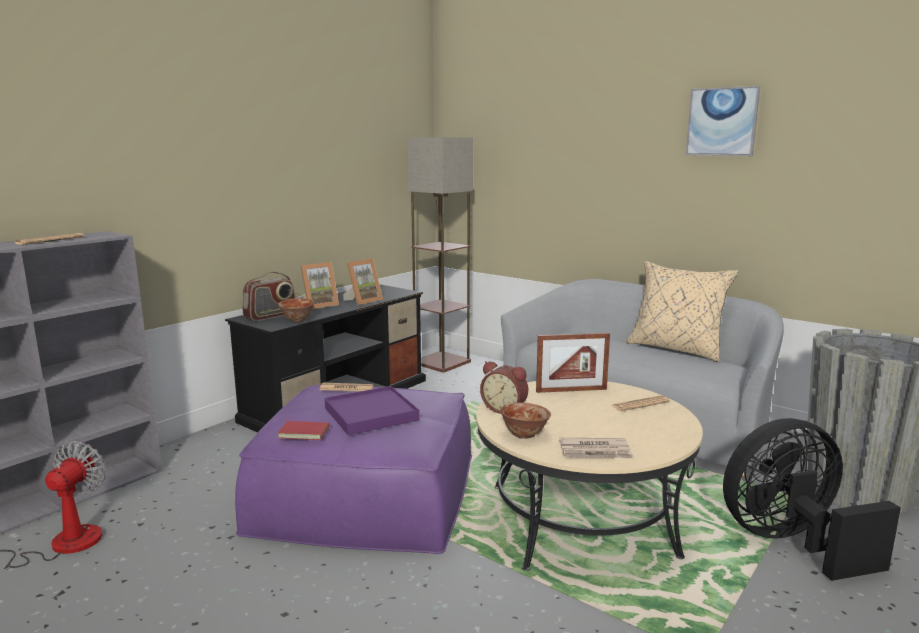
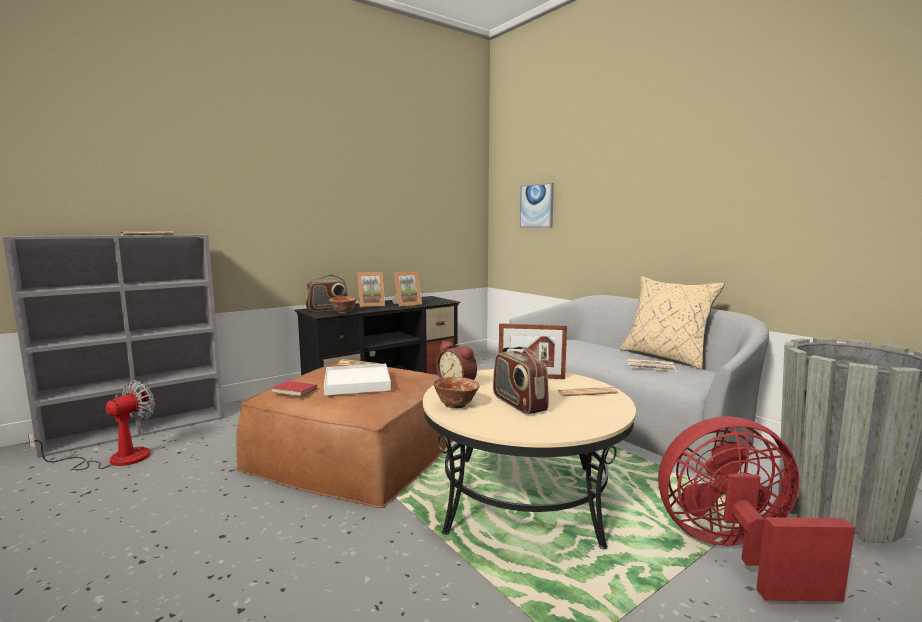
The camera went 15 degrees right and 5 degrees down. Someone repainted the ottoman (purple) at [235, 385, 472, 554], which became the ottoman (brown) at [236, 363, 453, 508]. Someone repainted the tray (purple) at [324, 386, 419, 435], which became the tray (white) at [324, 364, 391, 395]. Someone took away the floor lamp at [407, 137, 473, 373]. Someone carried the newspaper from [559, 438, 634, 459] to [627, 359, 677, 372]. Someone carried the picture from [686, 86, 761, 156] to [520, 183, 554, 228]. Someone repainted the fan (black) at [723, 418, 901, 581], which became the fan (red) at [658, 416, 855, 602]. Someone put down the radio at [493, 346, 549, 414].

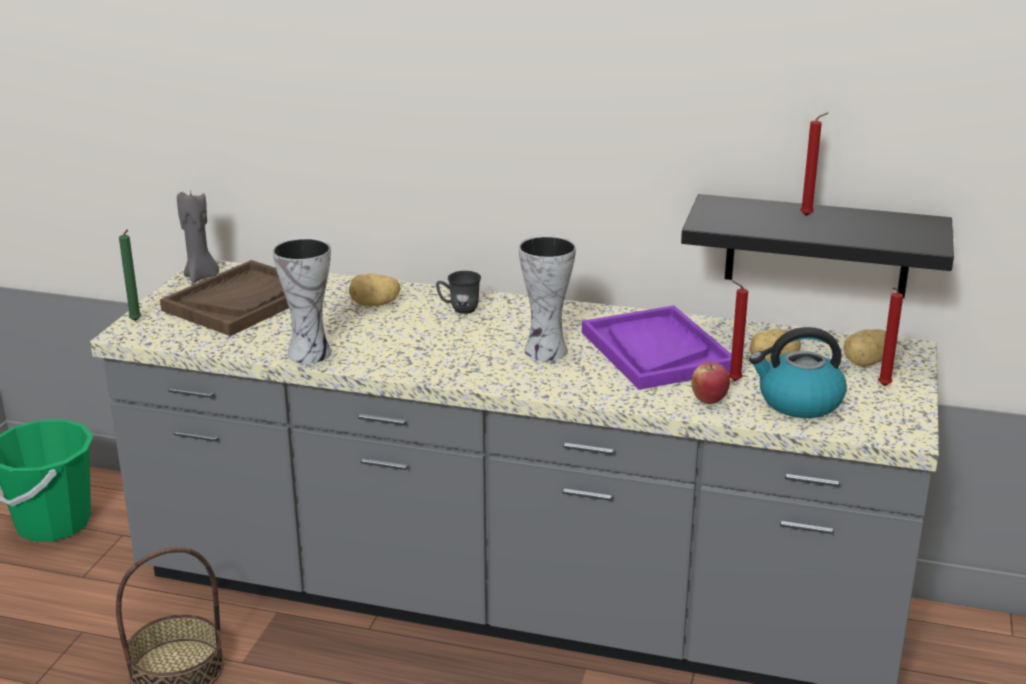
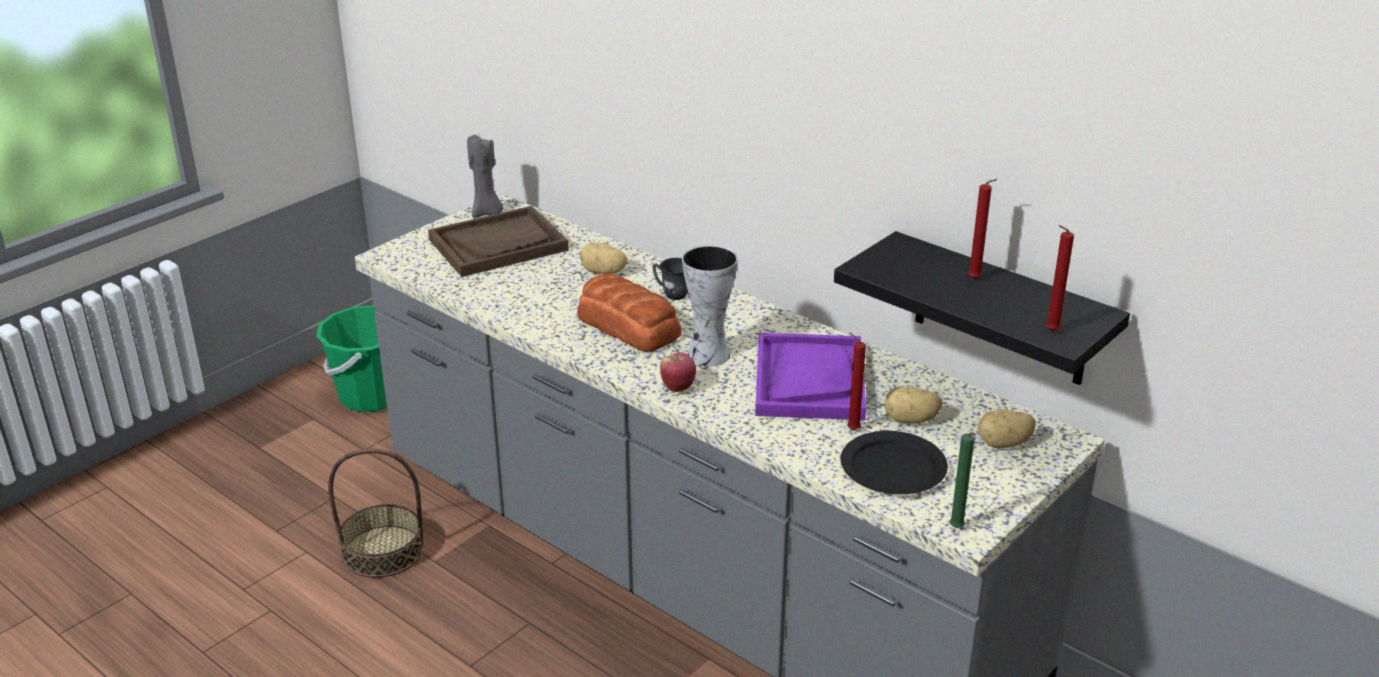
The camera went 25 degrees right and 5 degrees up. Someone carried the candle (green) from [119, 230, 142, 321] to [949, 432, 975, 528]. Someone took away the vase at [272, 238, 332, 364]. Someone carried the apple from [692, 362, 730, 404] to [660, 352, 696, 392]. Someone swapped the kettle at [749, 327, 847, 418] for the plate (black) at [841, 431, 948, 494]. Someone carried the candle (red) from [878, 288, 903, 386] to [1046, 225, 1074, 331]. Someone put down the bread at [577, 274, 681, 352].

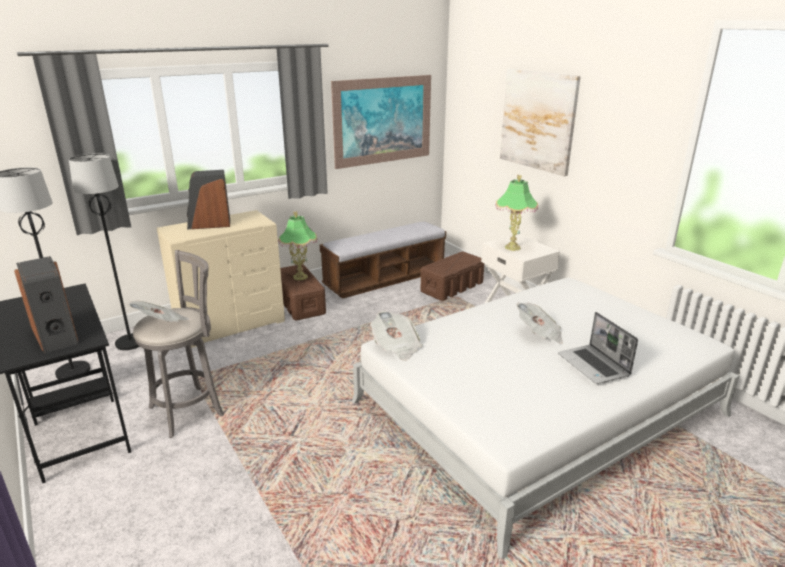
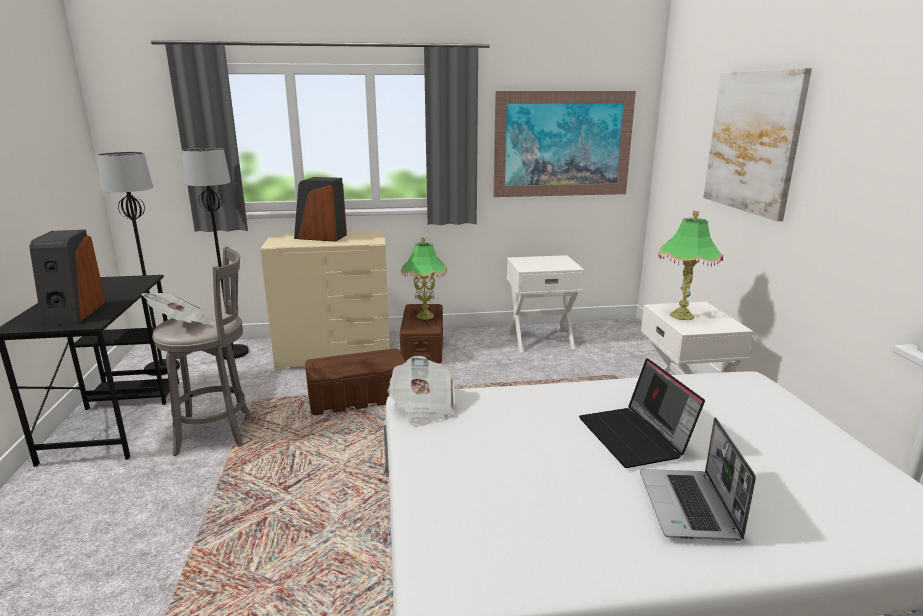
The camera went 25 degrees right and 5 degrees down. Someone swapped the bench at [320, 222, 446, 299] for the nightstand (white) at [507, 255, 584, 352]. Someone carried the storage box (brown) from [421, 252, 484, 301] to [305, 348, 406, 415]. Someone swapped the newspaper at [517, 303, 563, 344] for the laptop at [579, 358, 705, 468].

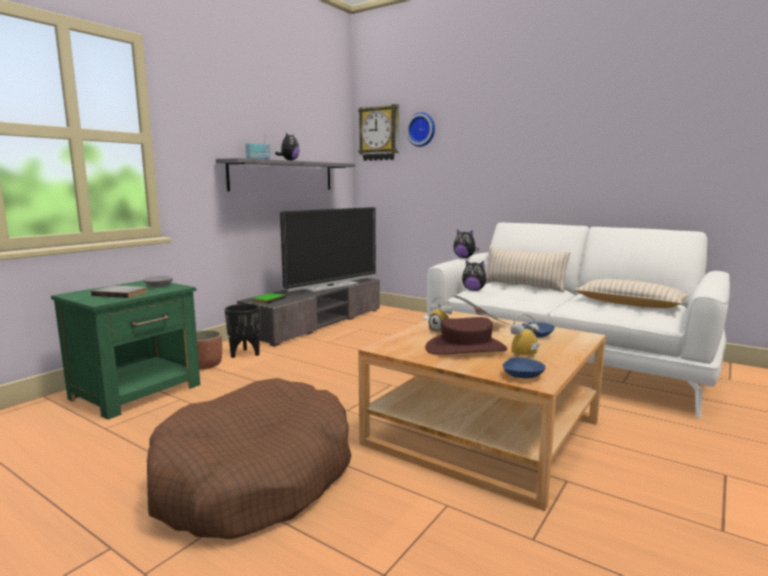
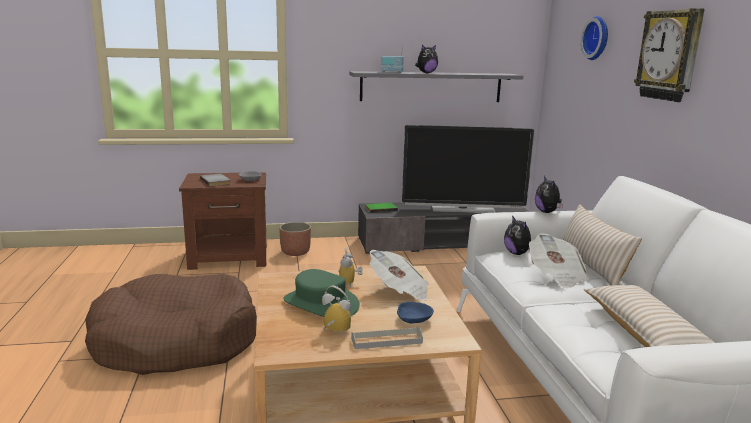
The camera went 45 degrees right and 5 degrees up. Someone repainted the nightstand (green) at [51, 281, 200, 420], which became the nightstand (brown) at [179, 172, 267, 270]. Someone took away the planter (black) at [225, 304, 260, 358]. Someone carried the wall clock from [358, 104, 399, 161] to [634, 8, 705, 102]. Someone repainted the hat (brown) at [425, 317, 507, 355], which became the hat (green) at [283, 269, 360, 317]. Someone took away the bowl (blue) at [503, 357, 546, 378]. Someone put down the tray (grey) at [351, 327, 423, 349]. Someone put down the newspaper at [529, 233, 589, 288].

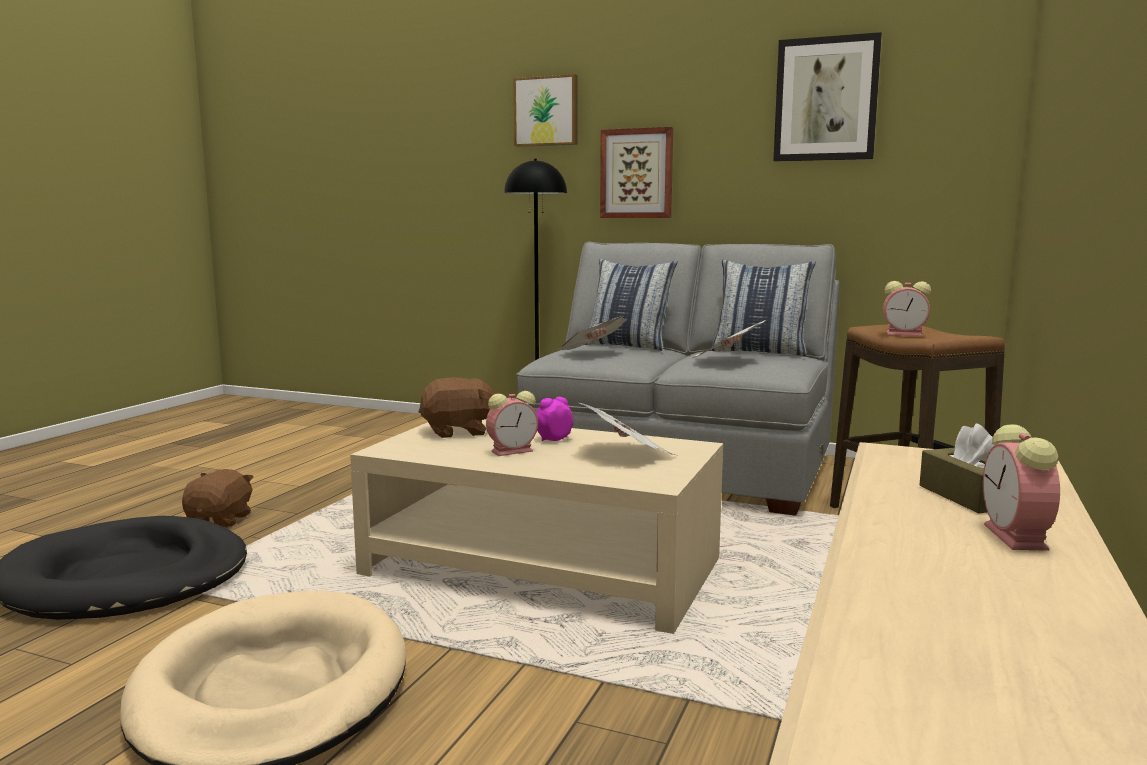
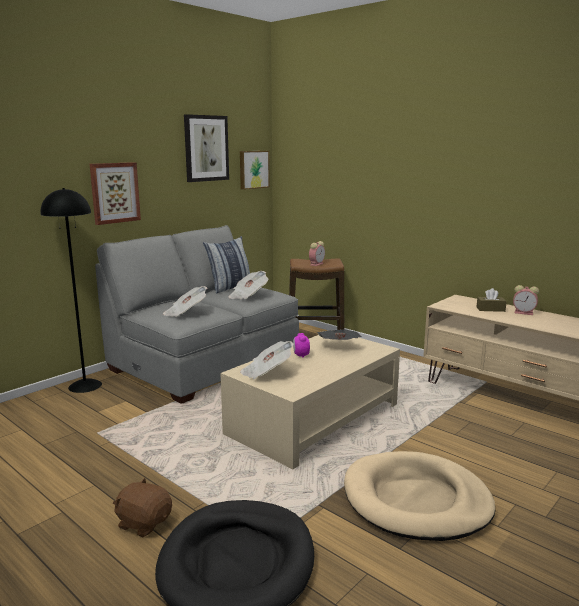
The camera went 70 degrees left and 5 degrees up. Someone swapped the plush toy (brown) at [418, 377, 495, 438] for the newspaper at [240, 341, 294, 379]. Someone took away the alarm clock at [486, 391, 538, 456]. Someone carried the picture from [513, 74, 577, 147] to [240, 151, 270, 190]. Someone took away the pillow at [586, 259, 678, 351].

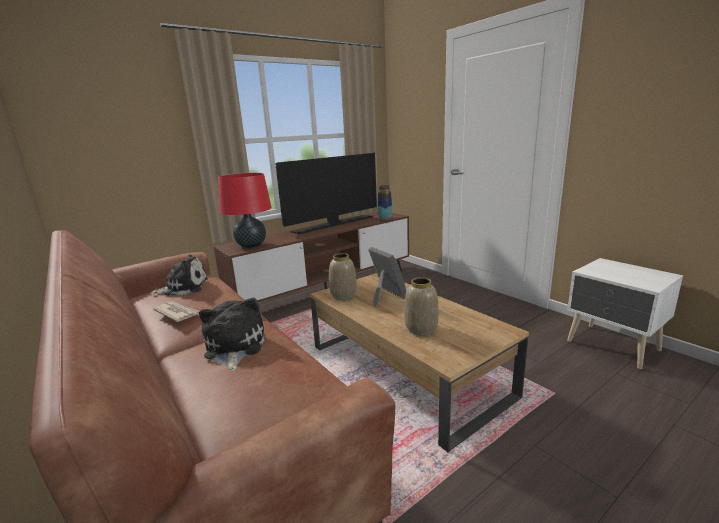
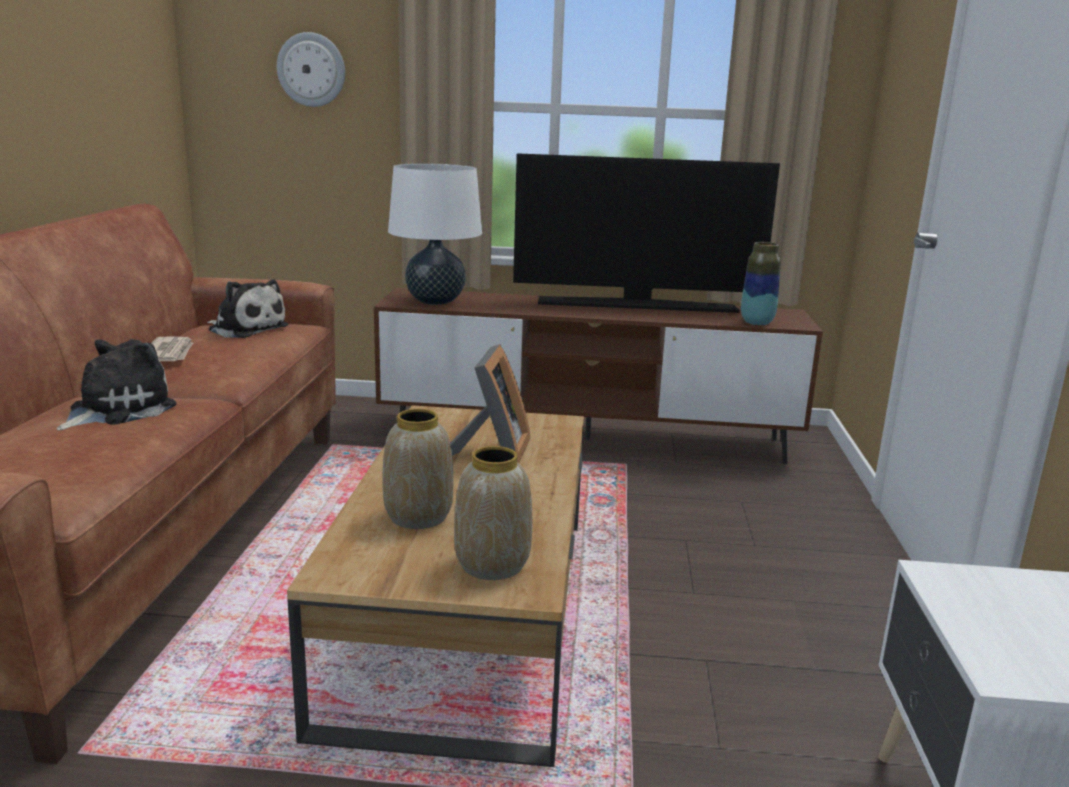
The camera went 40 degrees right and 0 degrees up. Someone repainted the table lamp (red) at [218, 173, 272, 248], which became the table lamp (white) at [388, 163, 482, 305]. Someone carried the vase from [329, 253, 357, 300] to [454, 446, 532, 580]. Someone put up the wall clock at [277, 32, 345, 107].

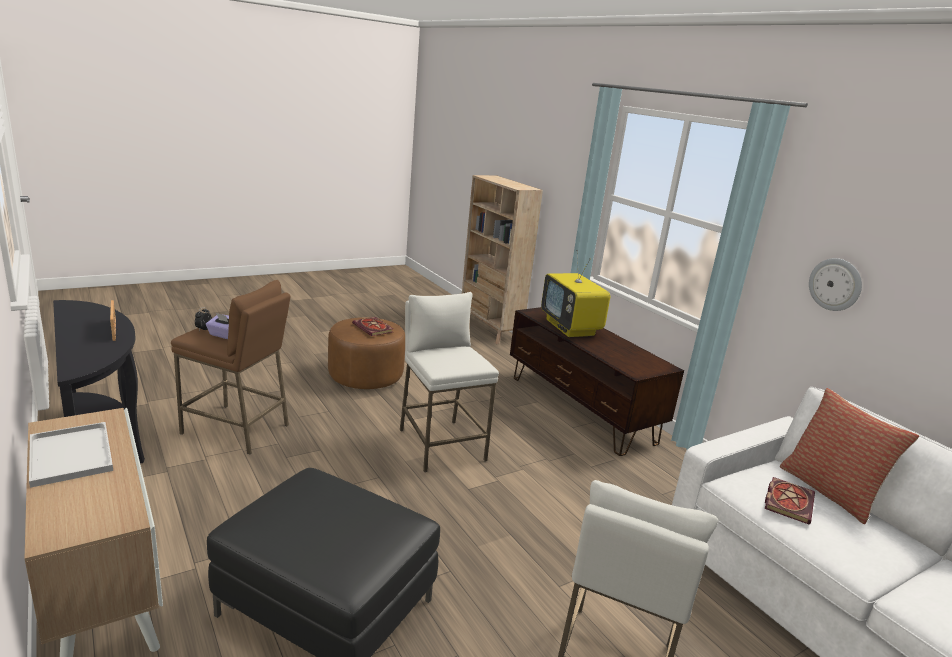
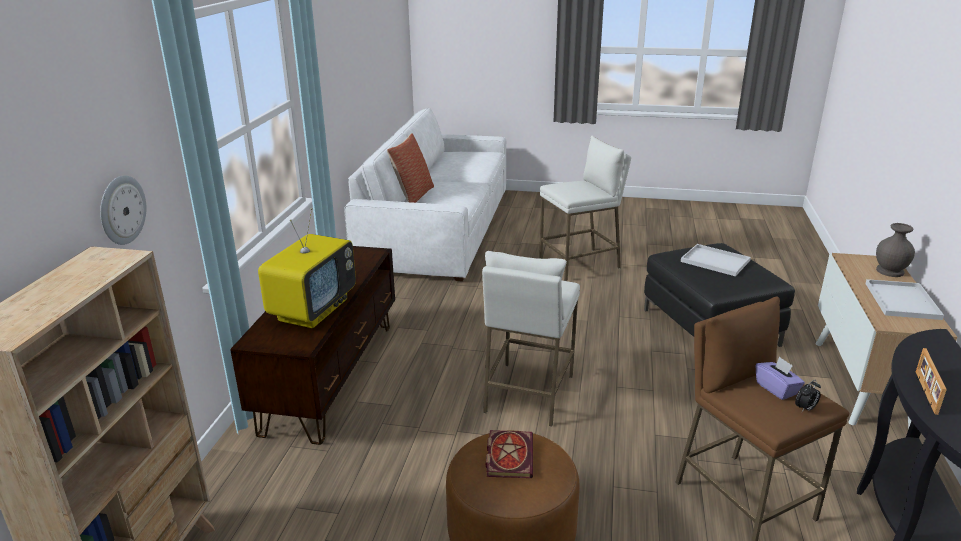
The camera went 135 degrees left and 5 degrees up. Someone took away the book at [765, 477, 815, 524]. Someone carried the wall clock from [809, 258, 862, 311] to [100, 175, 146, 245]. Someone put down the tray (white) at [681, 244, 751, 276]. Someone put down the vase (grey) at [876, 223, 915, 277].

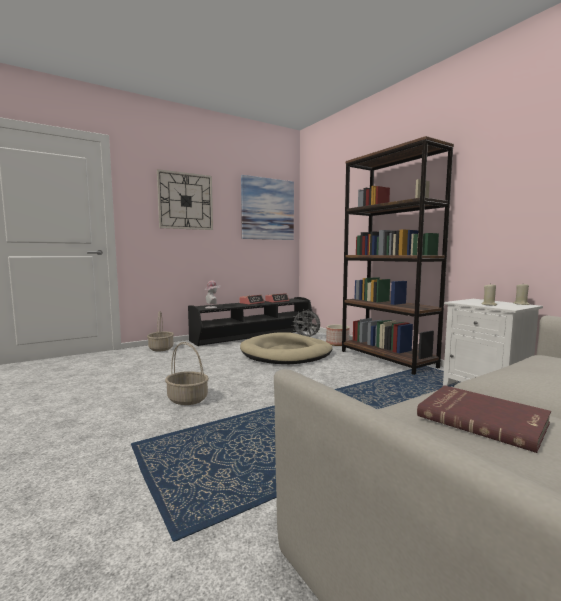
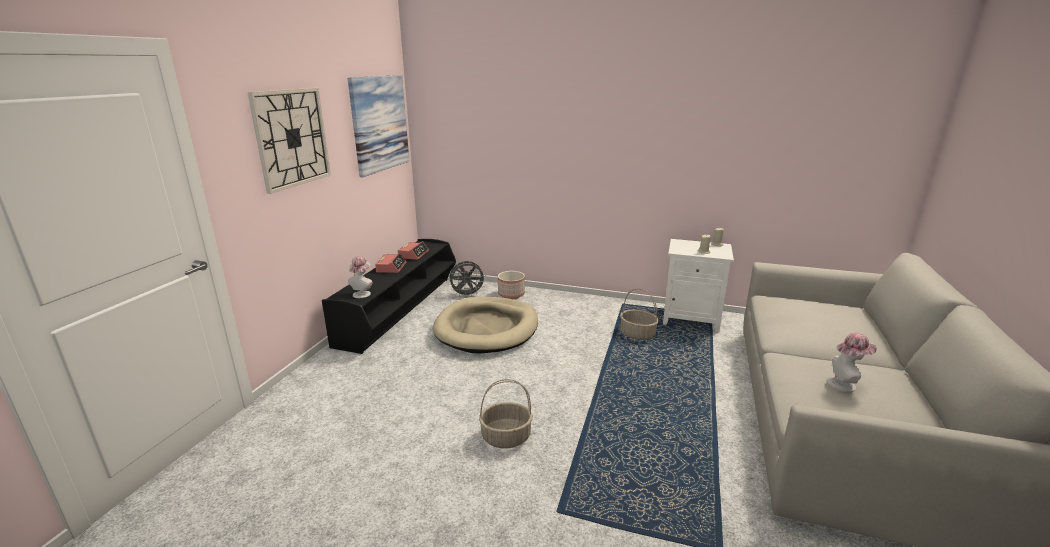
The camera went 40 degrees left and 15 degrees up. Someone carried the basket from [147, 311, 174, 351] to [620, 288, 659, 340]. Someone took away the bookcase (brown) at [342, 136, 454, 375]. Someone swapped the book (red) at [417, 385, 551, 453] for the hat at [827, 333, 877, 392].

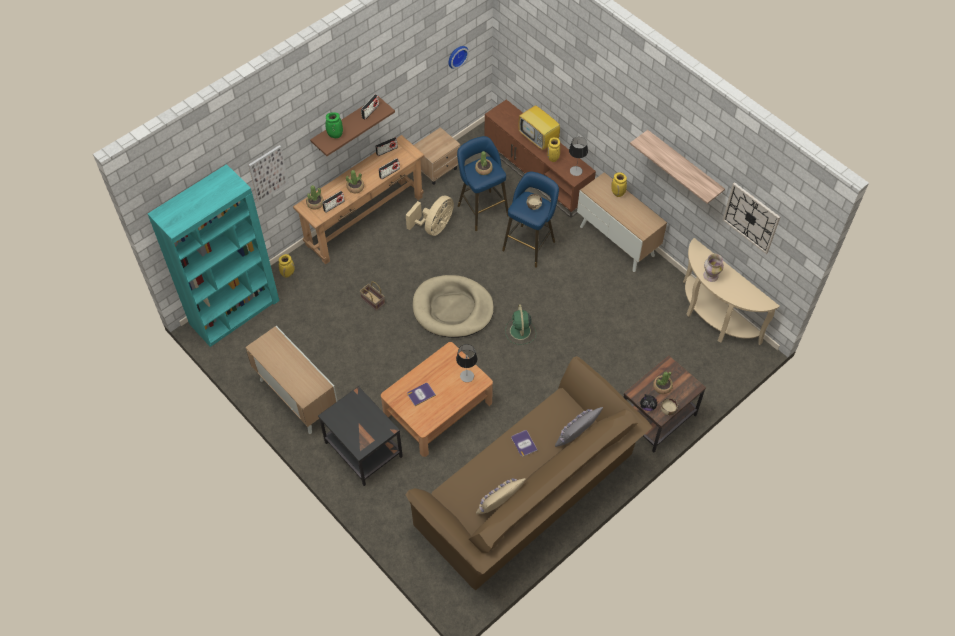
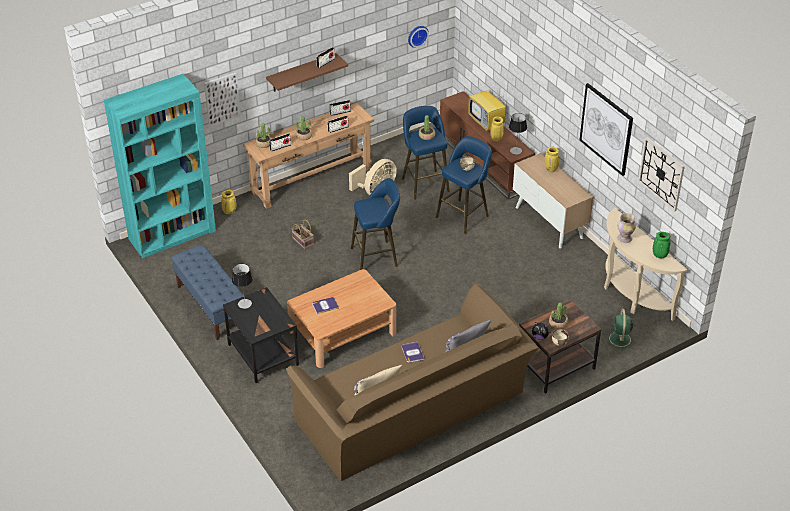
The camera went 10 degrees right and 15 degrees down. Someone swapped the cabinet at [245, 326, 337, 434] for the bench (blue) at [171, 244, 244, 340]. Someone carried the vase (green) from [325, 112, 343, 138] to [653, 232, 670, 258]. Someone swapped the dog bed (beige) at [413, 275, 494, 338] for the stool (blue) at [351, 178, 400, 270]. Someone took away the nightstand (beige) at [414, 127, 460, 185]. Someone carried the table lamp from [456, 344, 477, 382] to [232, 264, 253, 309]. Someone carried the fan (green) from [505, 304, 536, 345] to [605, 309, 636, 351]. Someone swapped the shelf at [630, 130, 725, 204] for the picture at [580, 83, 633, 176].

